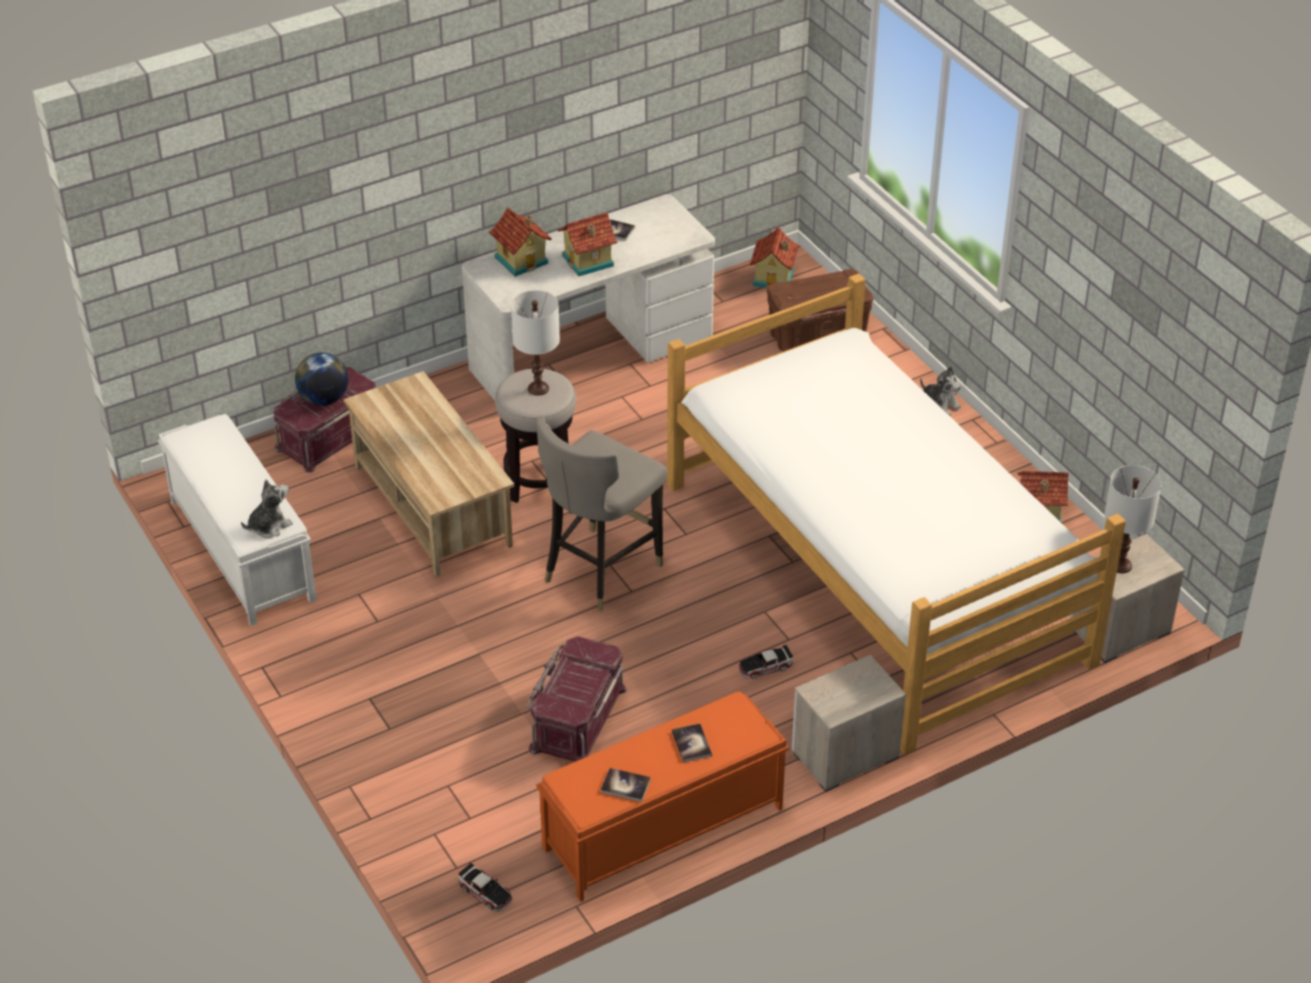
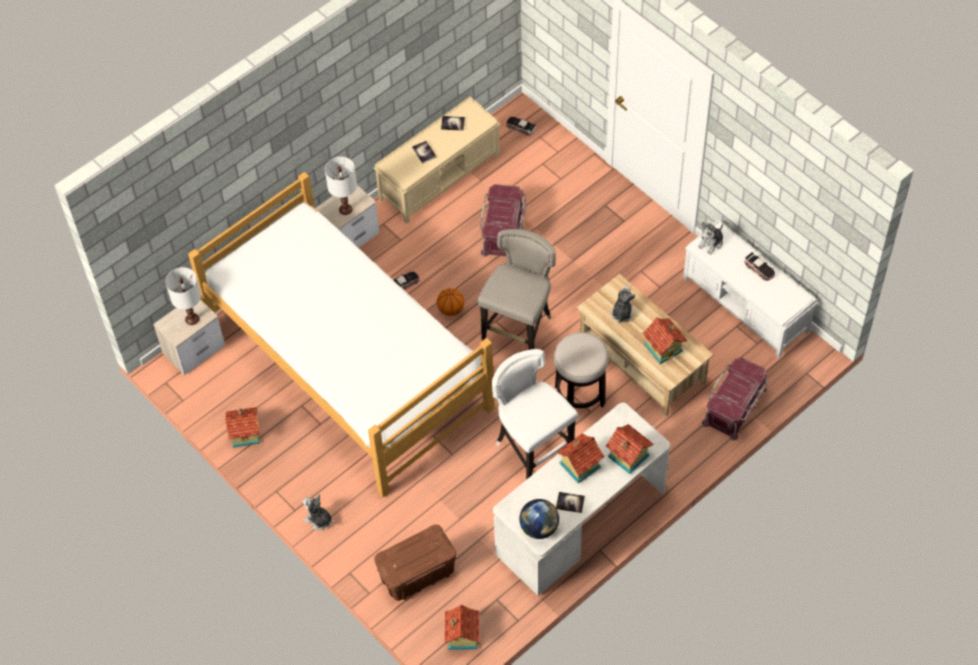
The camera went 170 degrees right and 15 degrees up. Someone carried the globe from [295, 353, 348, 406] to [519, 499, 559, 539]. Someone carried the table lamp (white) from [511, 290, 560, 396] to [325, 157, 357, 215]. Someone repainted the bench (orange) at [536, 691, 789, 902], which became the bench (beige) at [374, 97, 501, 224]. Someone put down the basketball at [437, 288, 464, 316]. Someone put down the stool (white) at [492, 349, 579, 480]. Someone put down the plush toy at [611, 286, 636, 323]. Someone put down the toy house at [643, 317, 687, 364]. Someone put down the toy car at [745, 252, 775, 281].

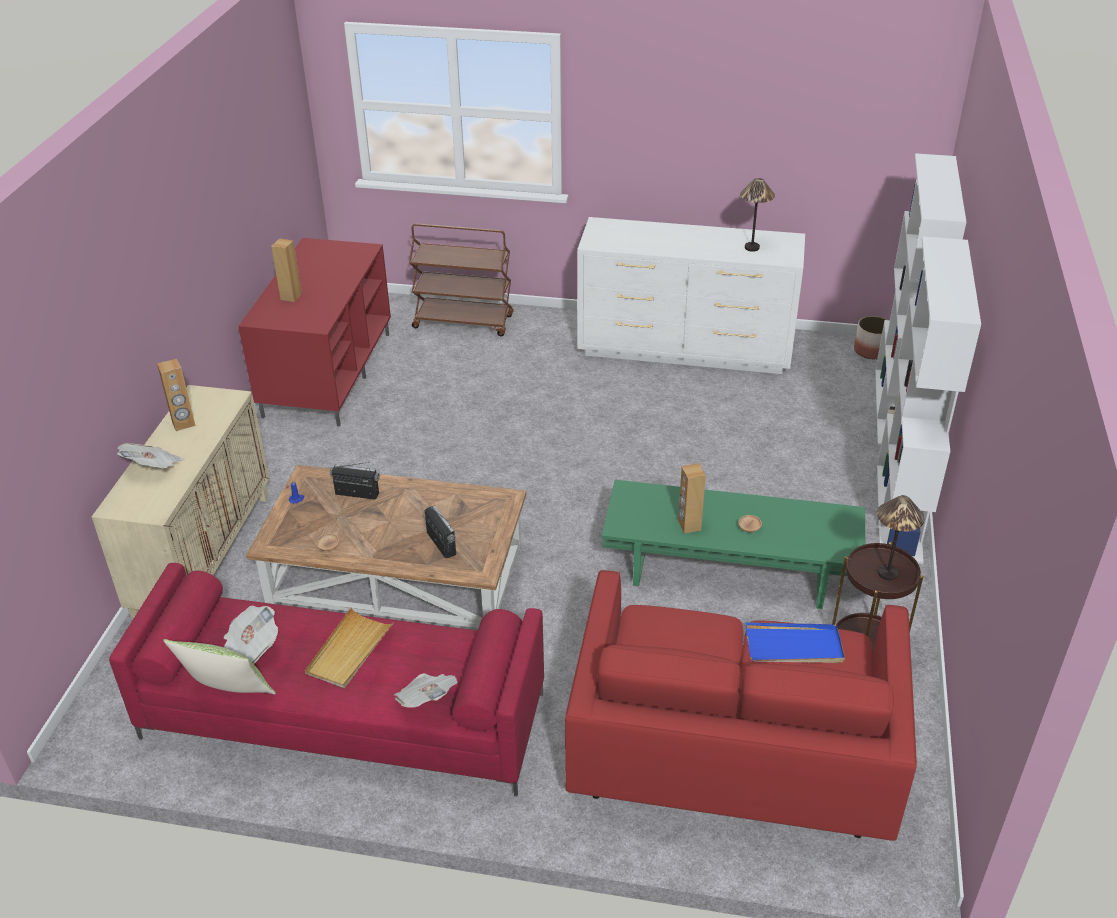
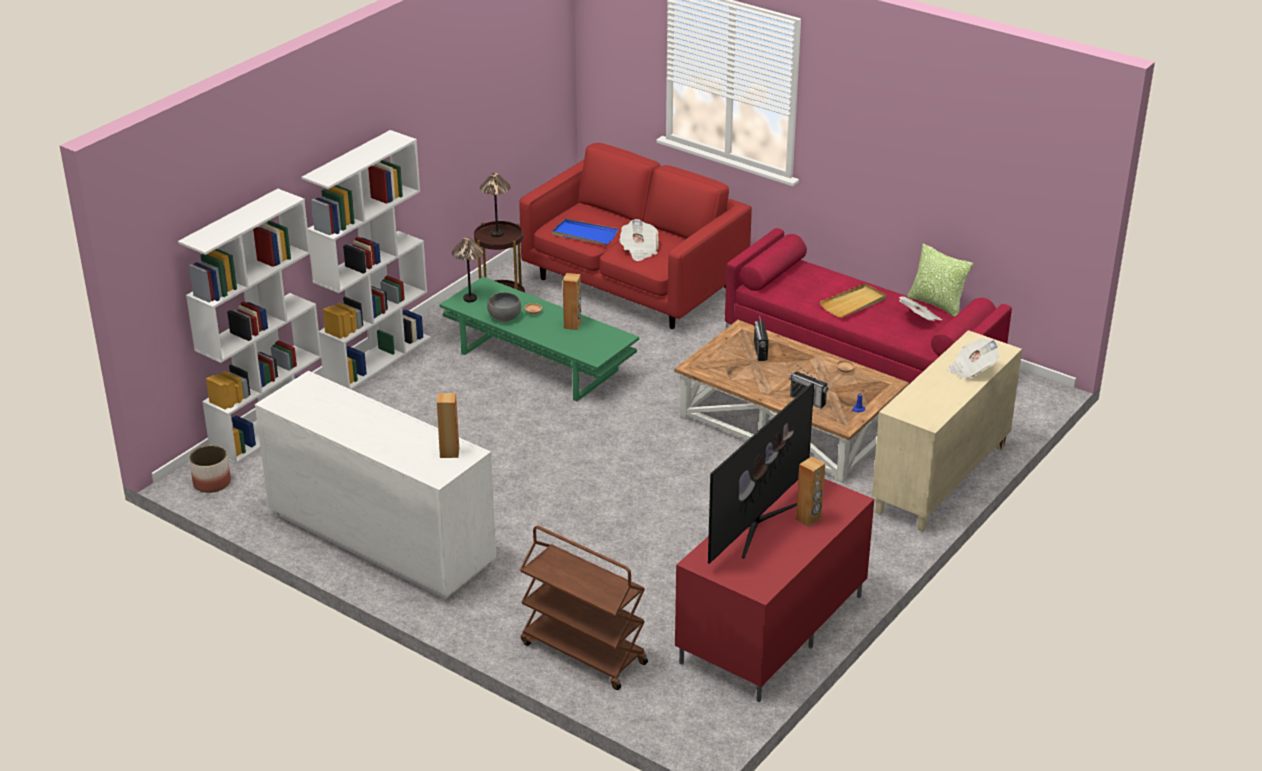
The camera went 155 degrees left and 5 degrees down. Someone carried the speaker (brown) from [157, 359, 196, 431] to [437, 393, 459, 458]. Someone carried the newspaper from [394, 673, 458, 708] to [619, 219, 659, 261]. Someone carried the table lamp from [740, 178, 775, 252] to [452, 237, 483, 302]. Someone put down the bowl (grey) at [487, 292, 521, 322]. Someone put down the television at [708, 383, 814, 564].

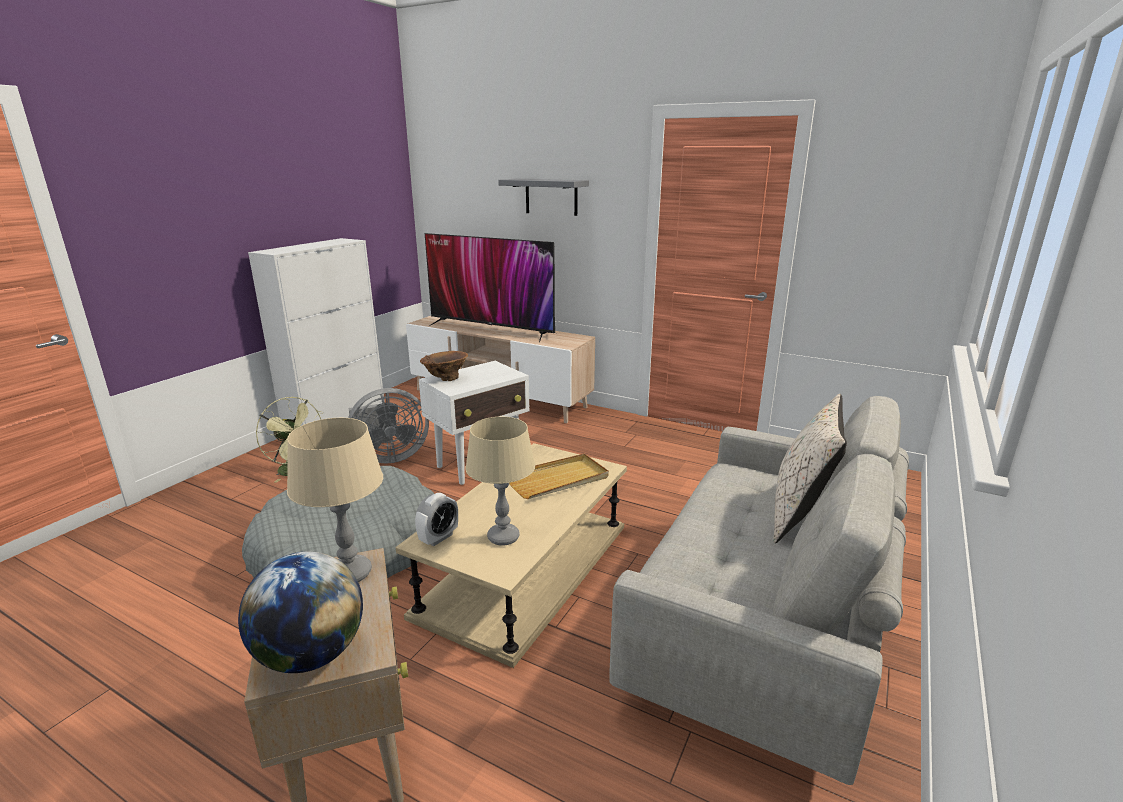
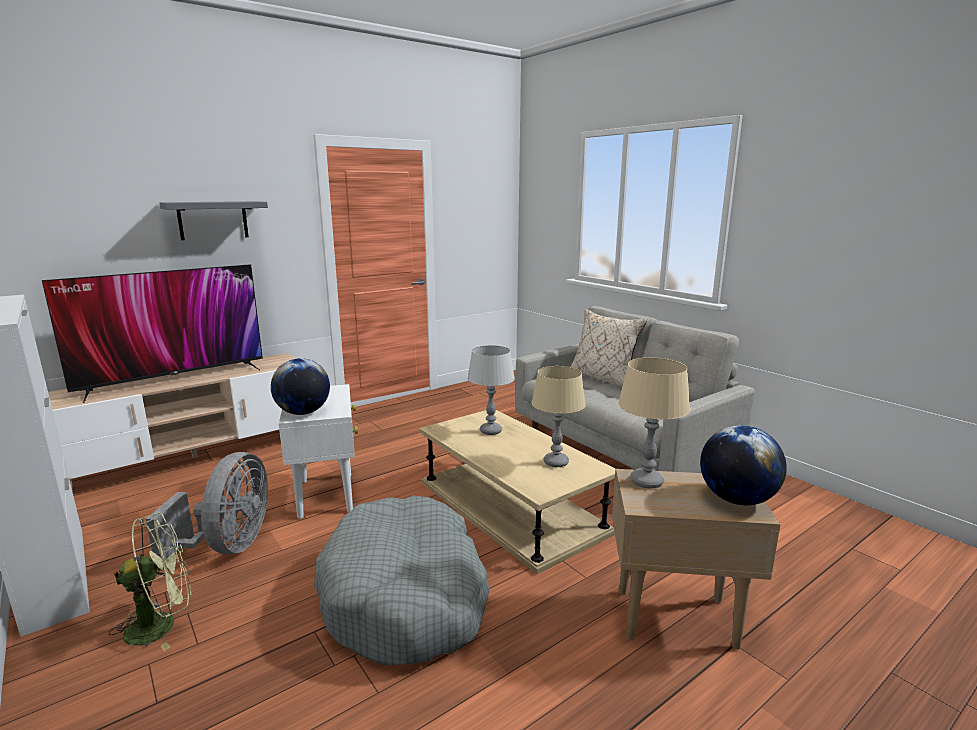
The camera went 65 degrees left and 5 degrees down. Someone took away the alarm clock at [415, 493, 458, 546]. Someone swapped the vase (brown) at [420, 351, 468, 381] for the globe at [271, 358, 330, 415]. Someone swapped the tray (beige) at [509, 454, 609, 499] for the table lamp (grey) at [467, 345, 515, 435].

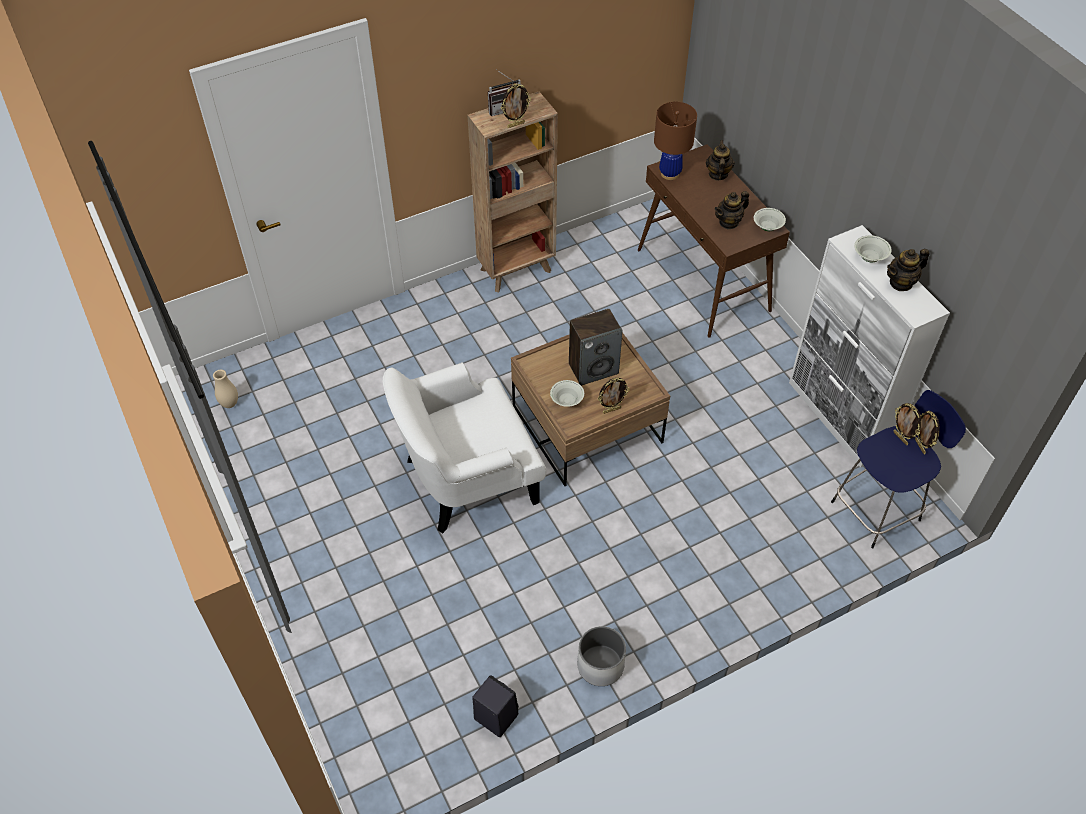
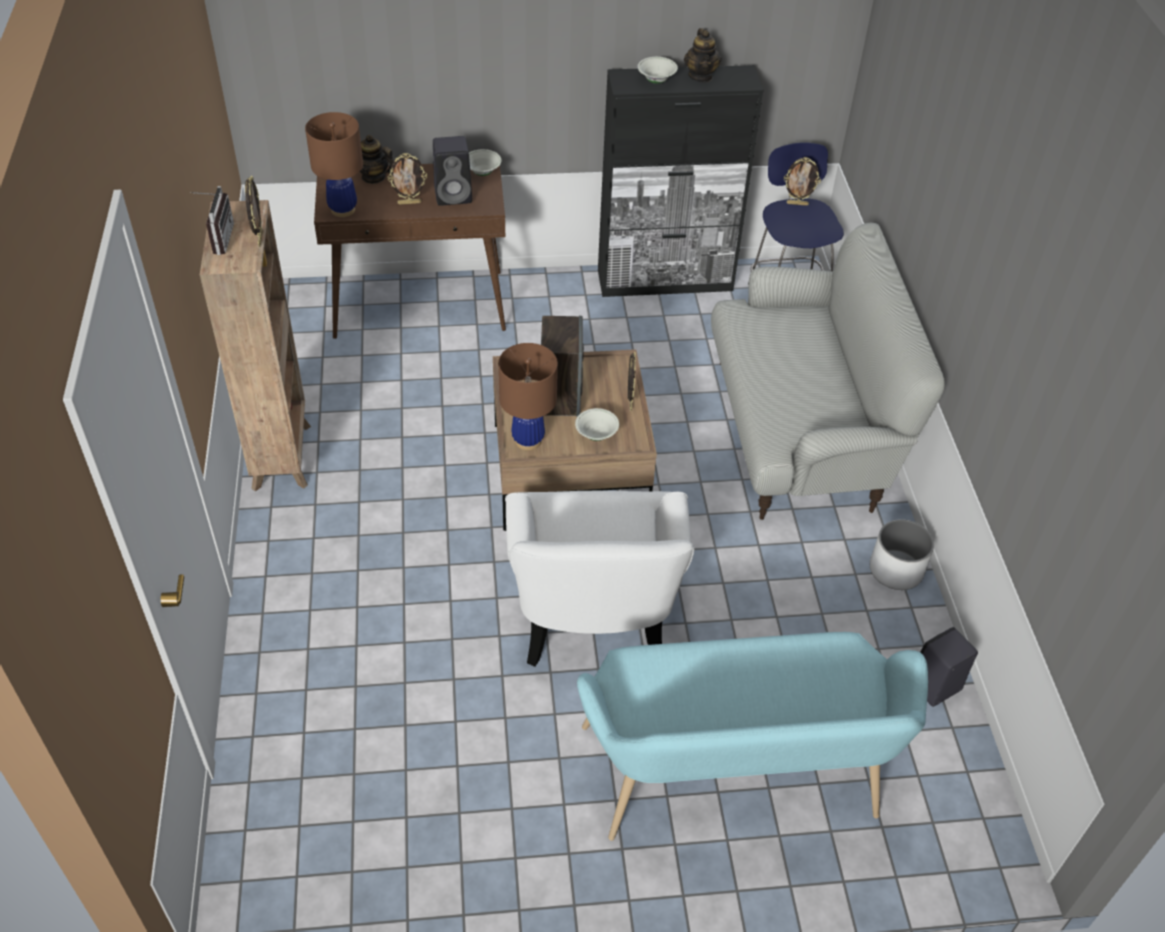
The camera went 70 degrees left and 5 degrees down. Someone took away the vase (beige) at [213, 370, 238, 408]. Someone swapped the teapot at [714, 191, 749, 229] for the speaker (black) at [433, 136, 472, 206]. Someone repainted the cabinet (white) at [789, 225, 950, 468], which became the cabinet (black) at [598, 65, 763, 297]. Someone carried the picture frame from [894, 403, 921, 445] to [388, 153, 427, 205]. Someone put down the table lamp (brown) at [498, 343, 558, 450]. Someone put down the bench (turquoise) at [577, 632, 928, 841]. Someone put down the sofa at [711, 223, 945, 520].

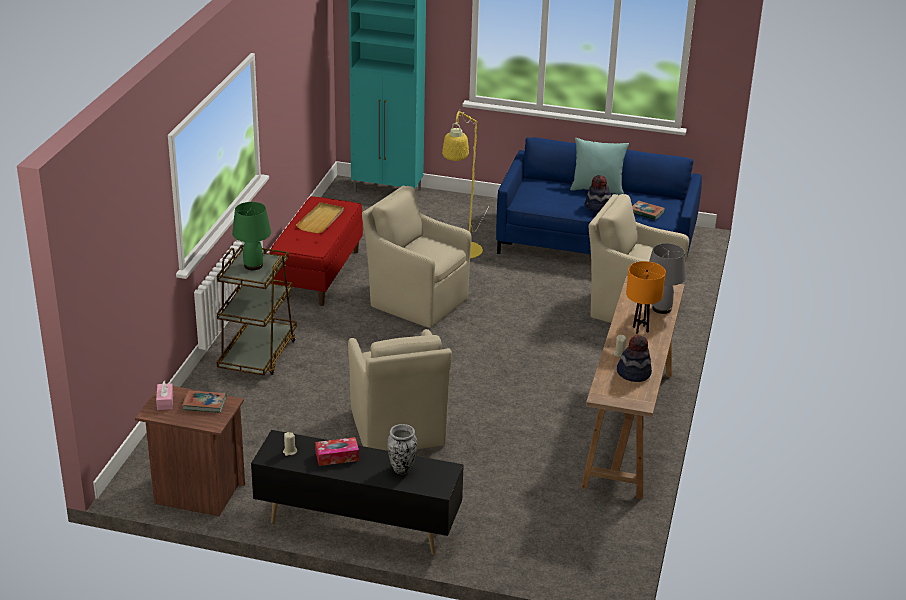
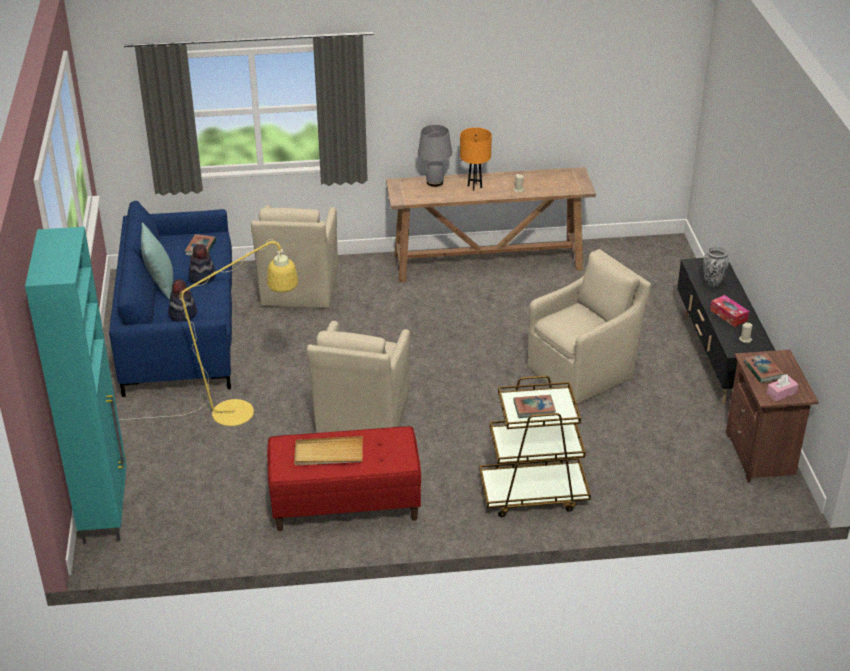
The camera went 110 degrees left and 5 degrees up. Someone swapped the table lamp (green) at [232, 202, 271, 270] for the book at [514, 395, 556, 418]. Someone carried the hat from [617, 335, 652, 382] to [168, 279, 197, 322].

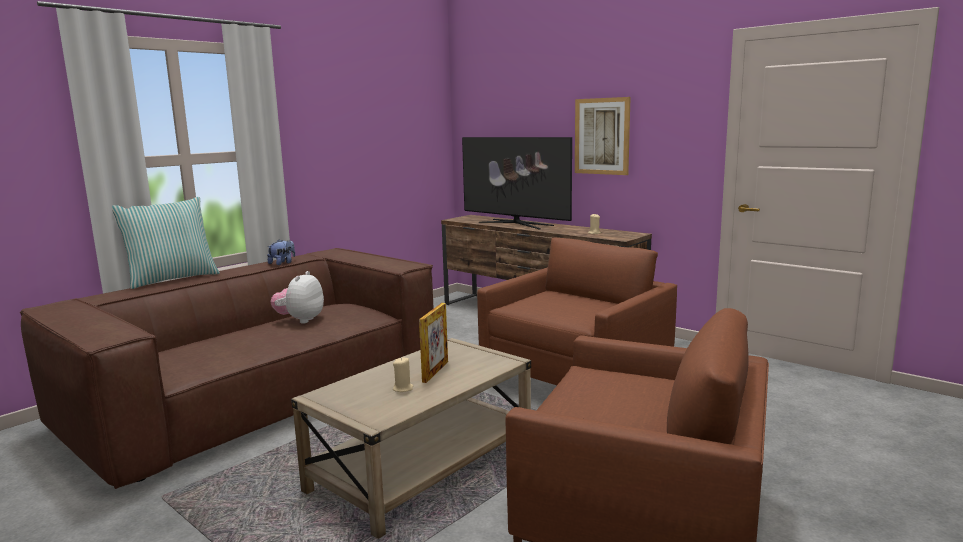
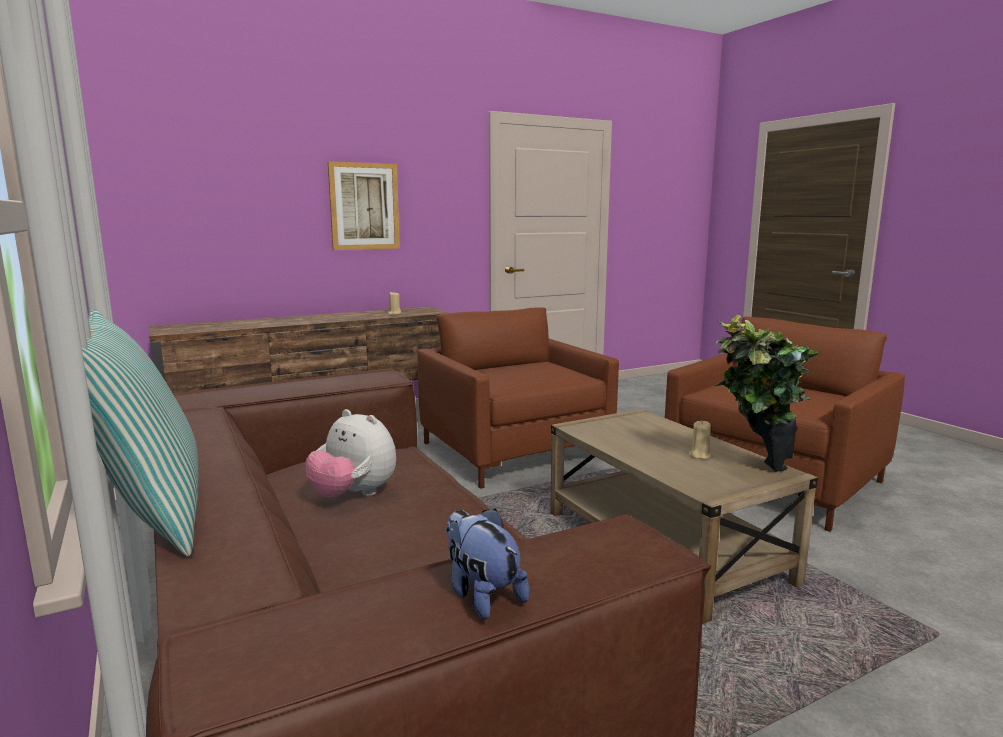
The camera went 70 degrees left and 0 degrees up. Someone carried the plush toy from [267, 239, 295, 265] to [446, 508, 529, 619]. Someone took away the picture frame at [419, 303, 448, 383]. Someone took away the television at [462, 137, 572, 229]. Someone put down the potted plant at [714, 315, 819, 472].

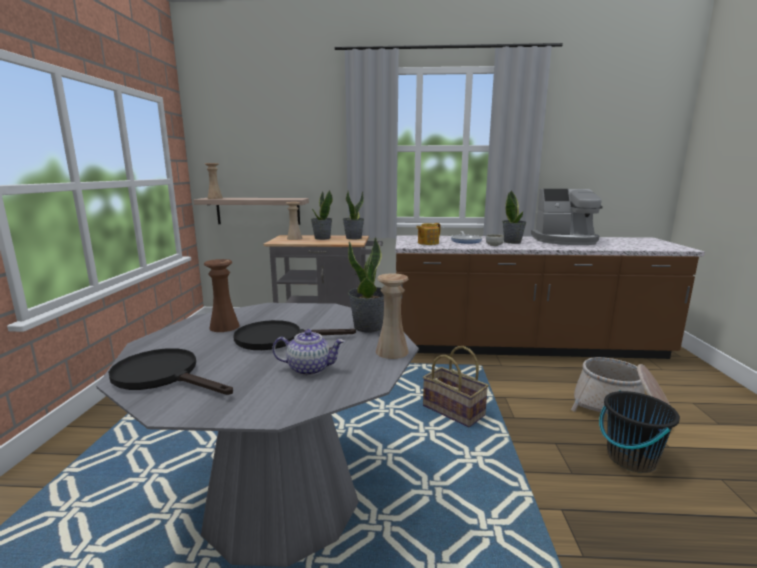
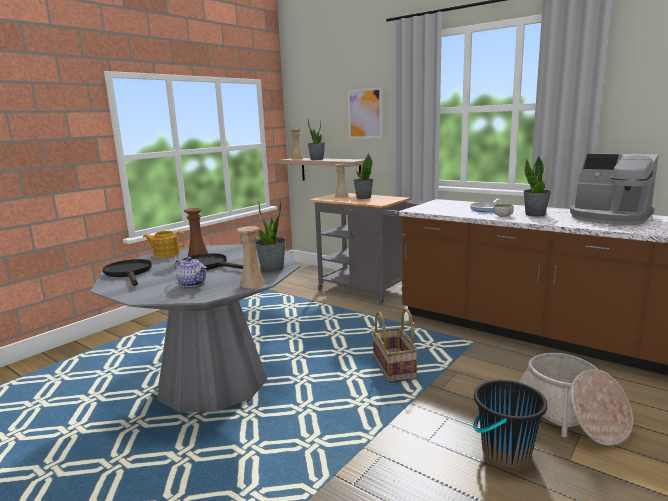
The camera went 35 degrees right and 0 degrees up. Someone carried the potted plant from [343, 191, 364, 240] to [307, 120, 325, 160]. Someone carried the teapot from [416, 223, 441, 245] to [143, 231, 185, 258]. Someone put up the picture at [348, 87, 383, 139].

